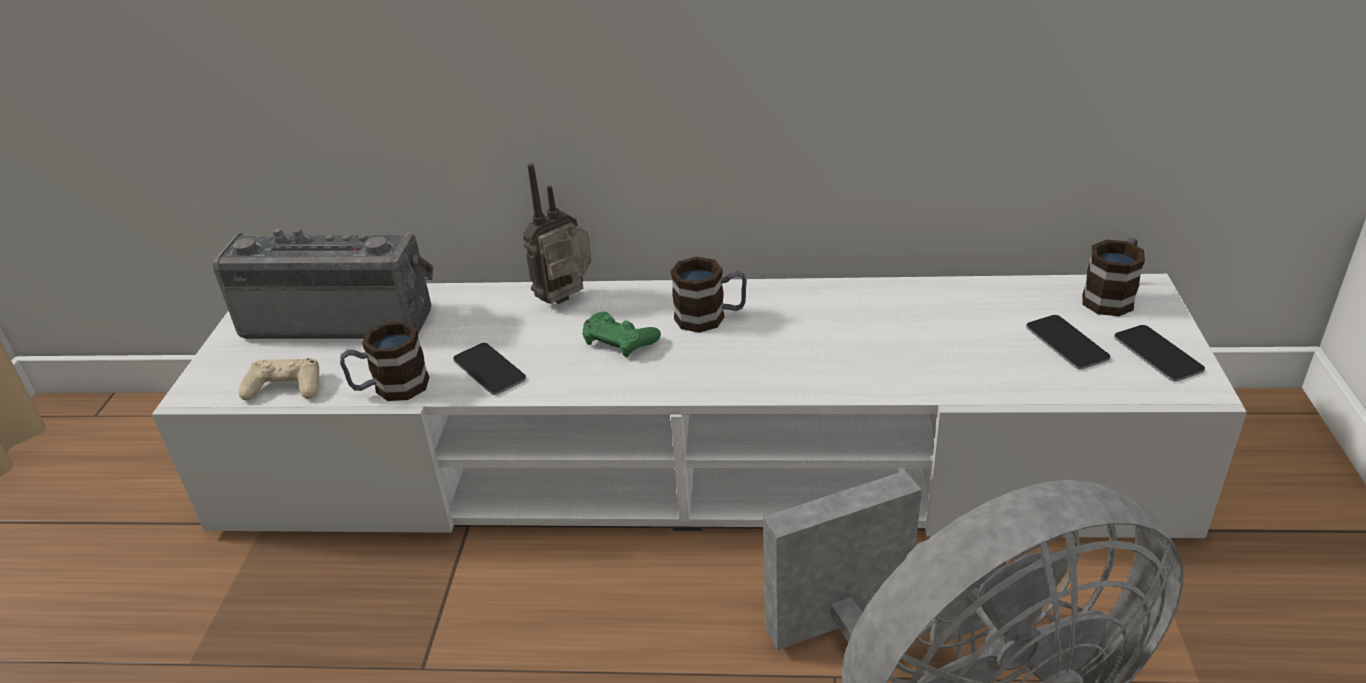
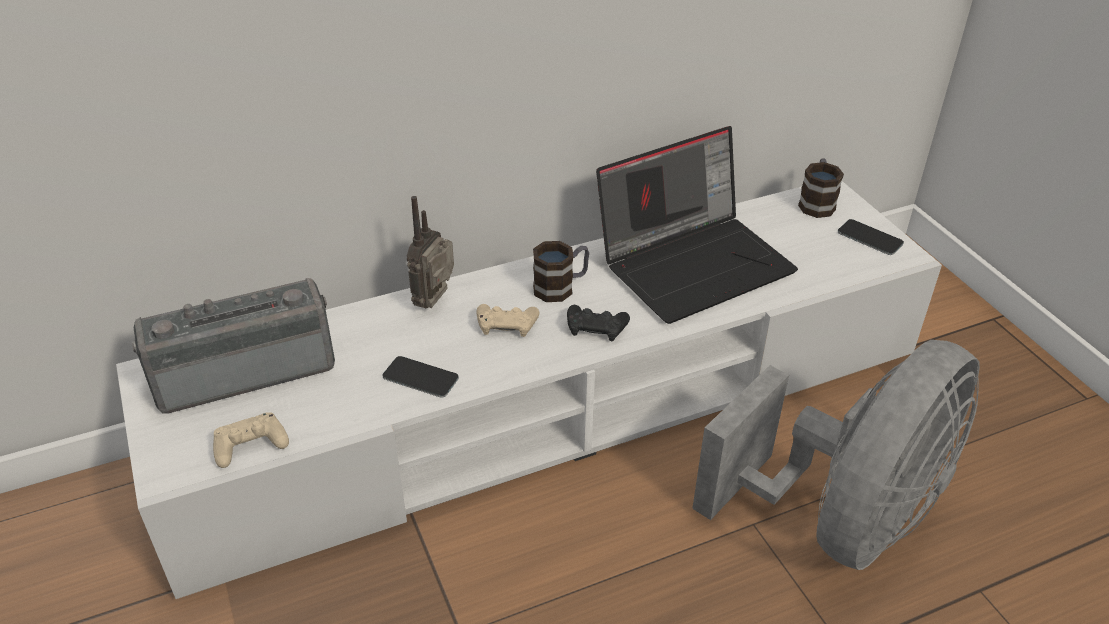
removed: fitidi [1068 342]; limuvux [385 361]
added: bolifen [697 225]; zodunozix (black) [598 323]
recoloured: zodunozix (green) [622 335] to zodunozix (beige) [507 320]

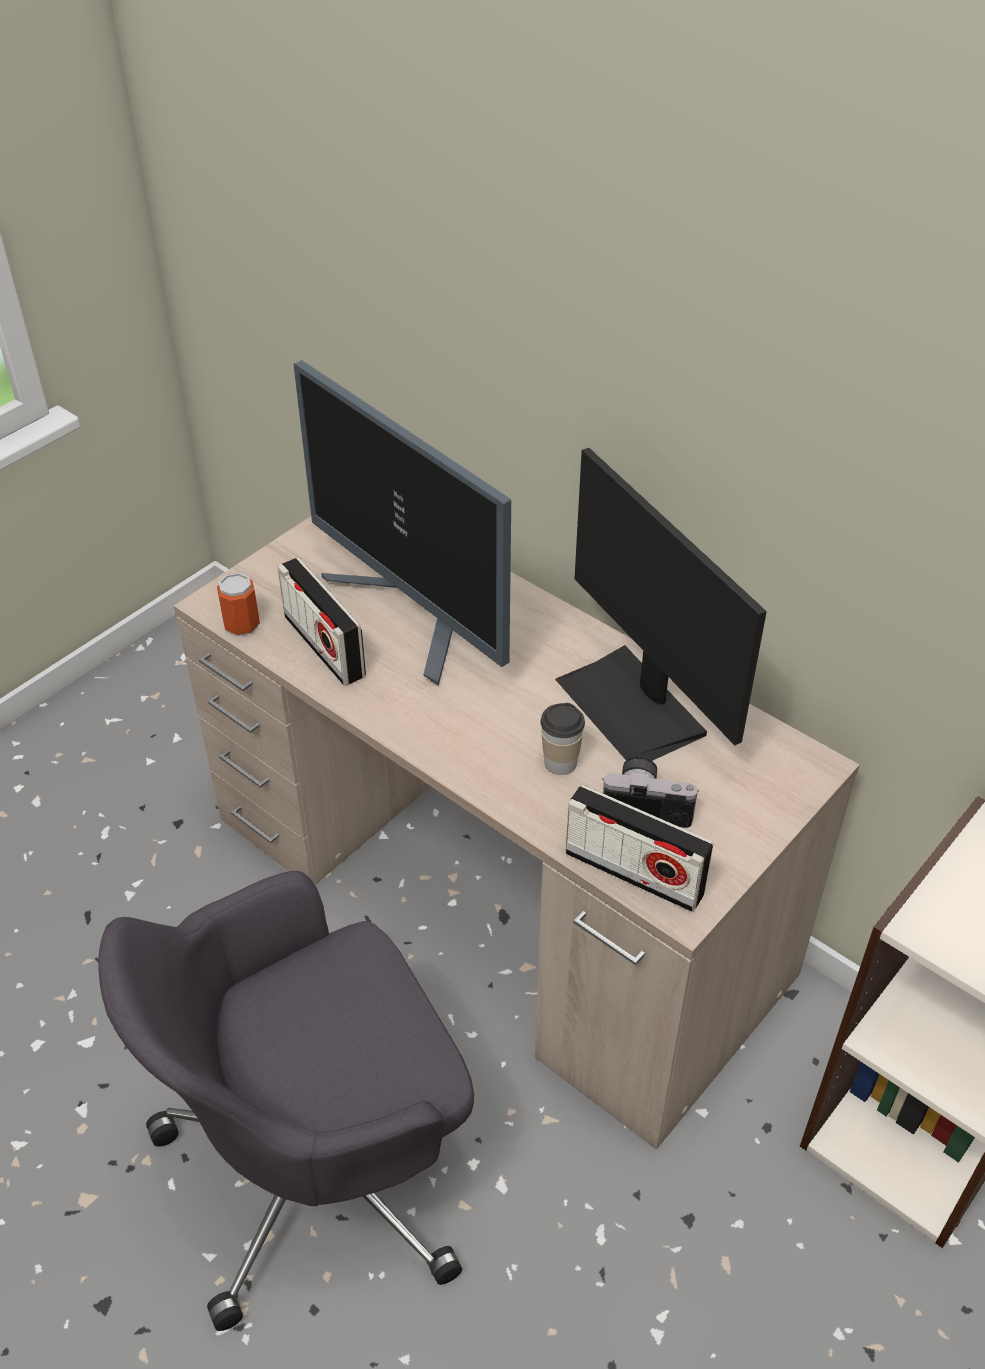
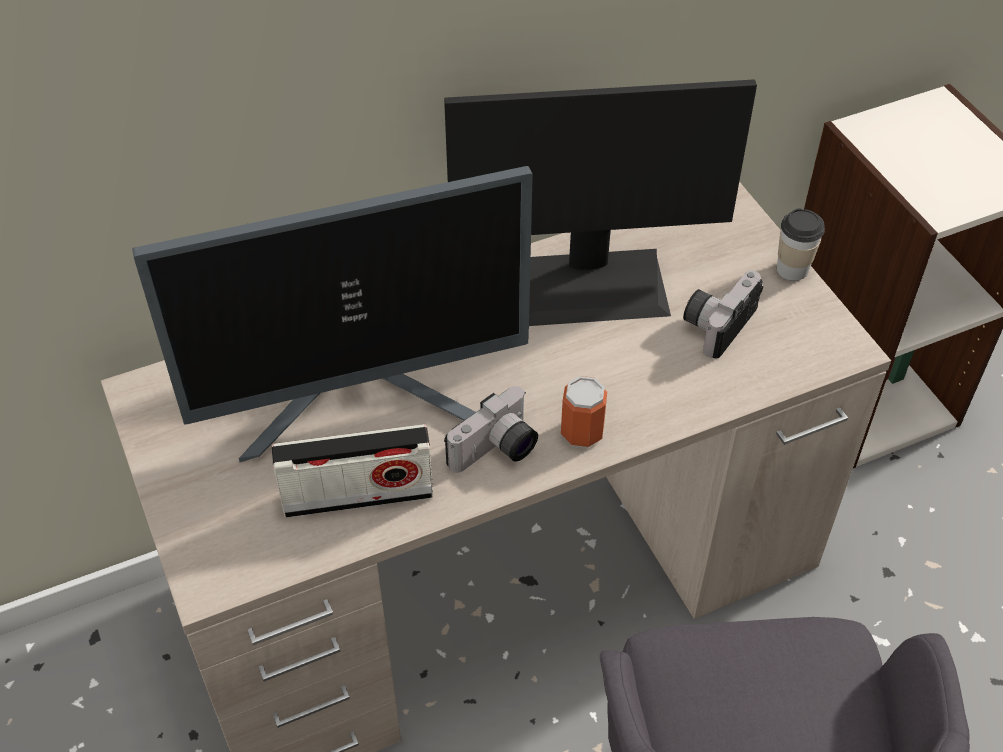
removed: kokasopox [639 848]
added: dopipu [491 429]
moved: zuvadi [238 604] to [584 412]; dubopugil [563 739] to [801 244]

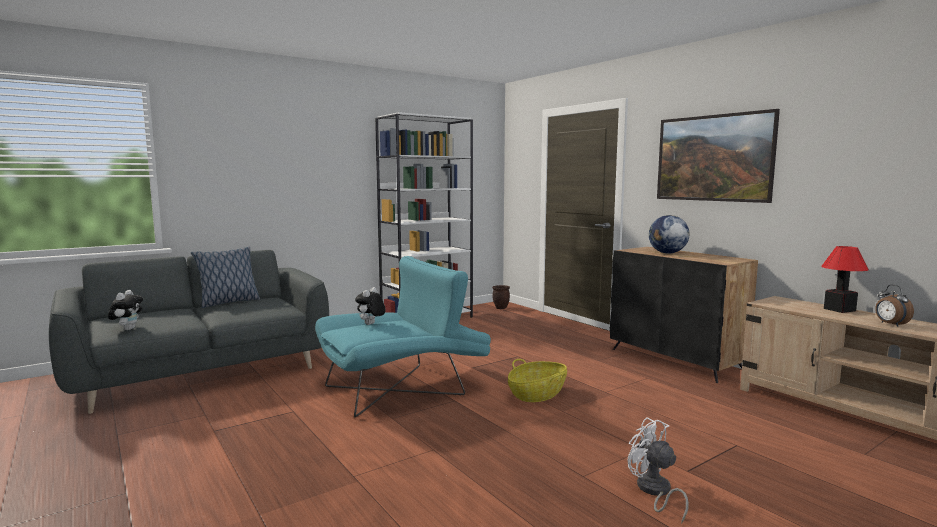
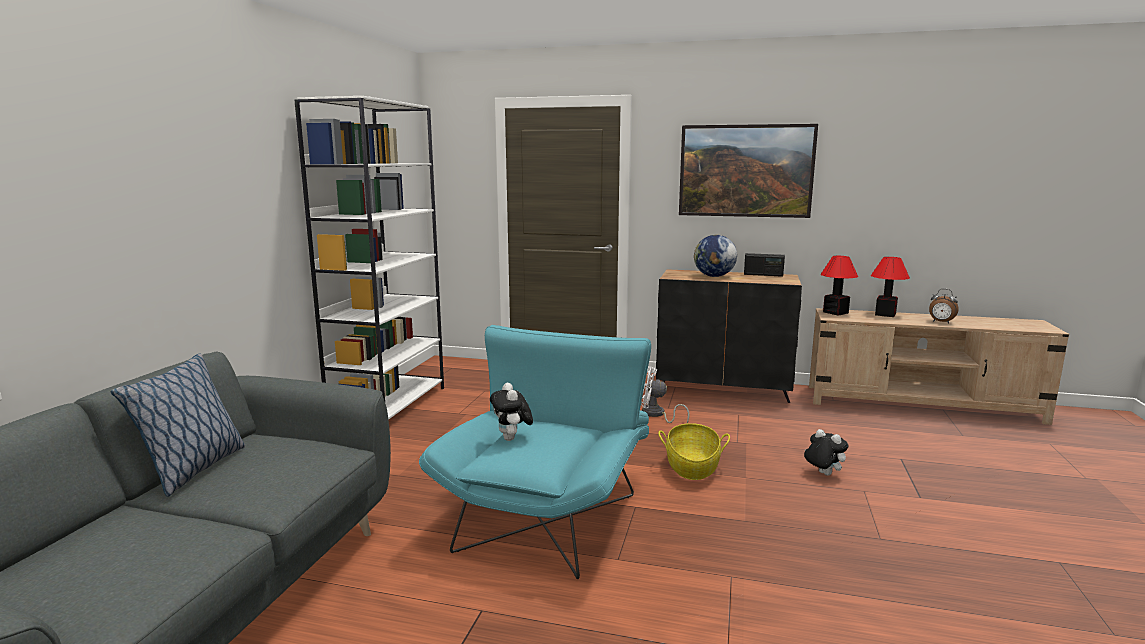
removed: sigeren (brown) [501 297]
added: kokasopox [764 265]; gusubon [839 286]
moved: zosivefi [125 310] to [826 452]; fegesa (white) [658 470] to [665 395]

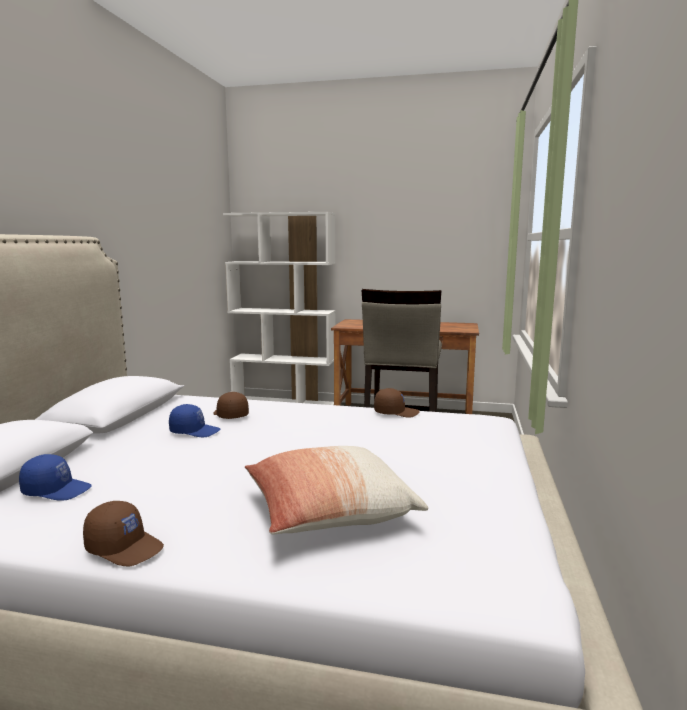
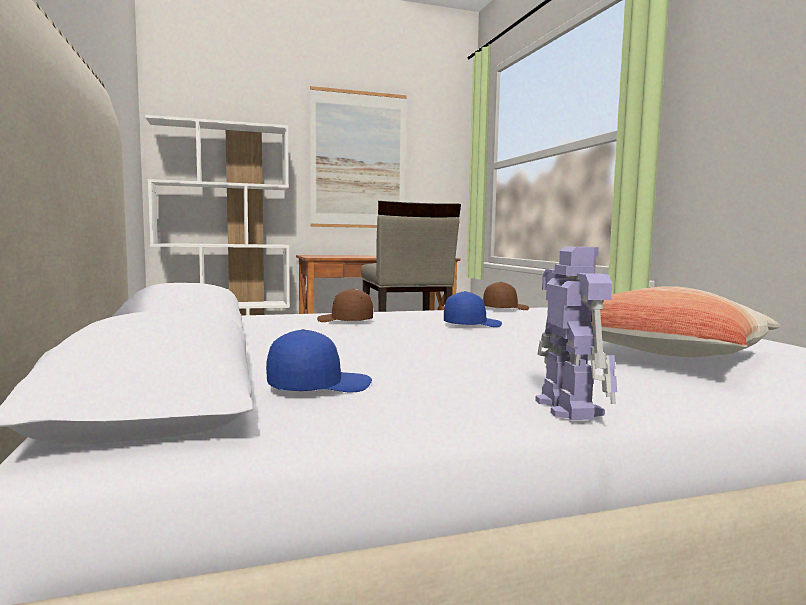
added: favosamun [358 157]
moved: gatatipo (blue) [194 420] to [473 309]
replaced: gatatipo (brown) [123 534] to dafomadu [576 333]

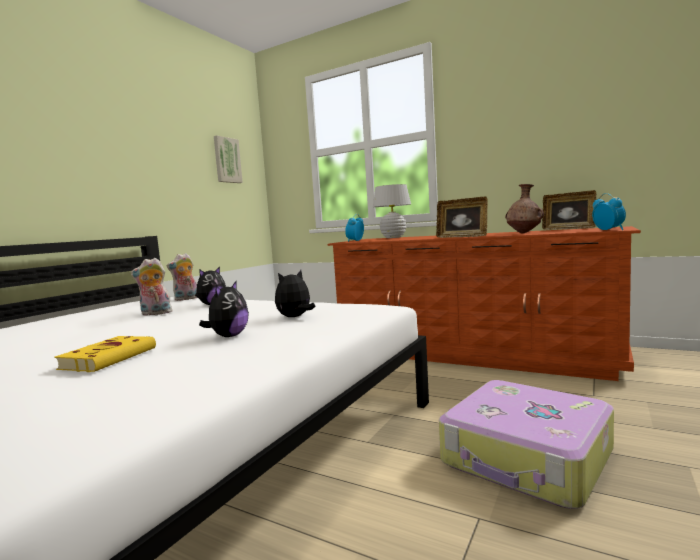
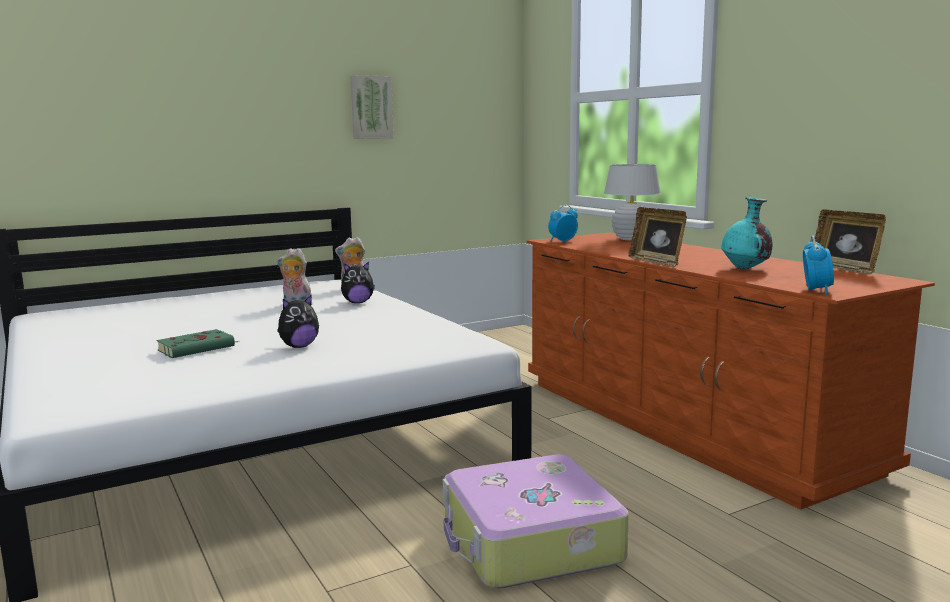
removed: zosivefi [295 293]
moved: favosamun [228 159] to [372 107]
recoloured: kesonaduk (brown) [524 208] to kesonaduk (turquoise) [747 233]; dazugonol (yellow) [105 354] to dazugonol (green) [197 343]

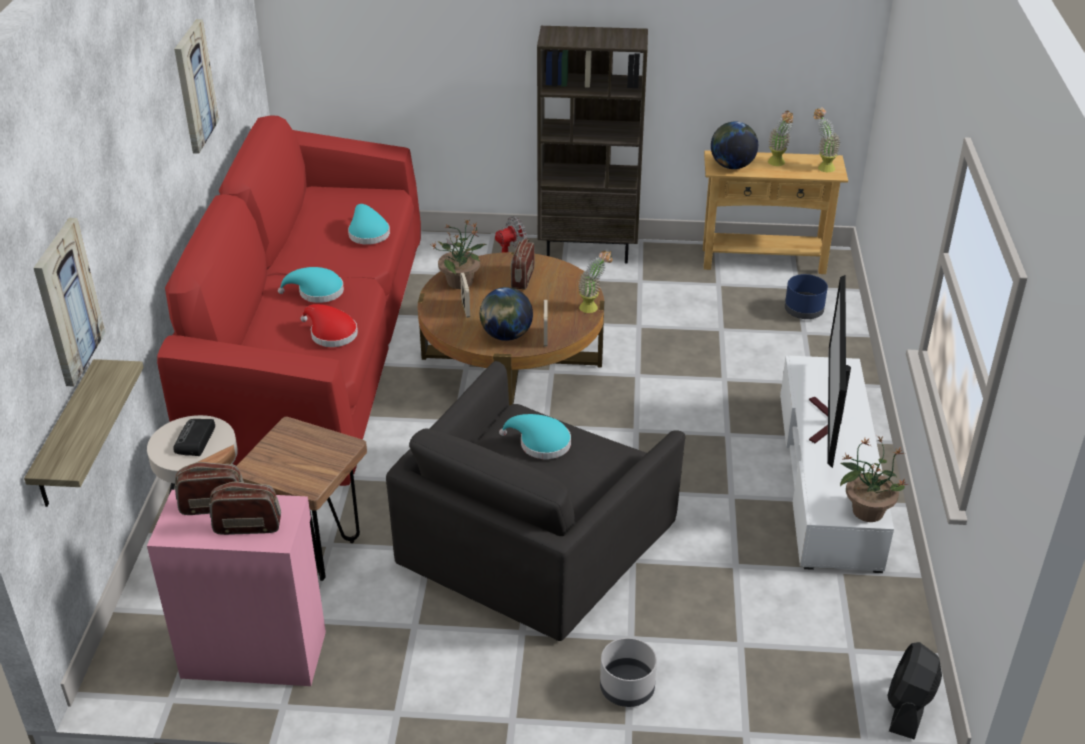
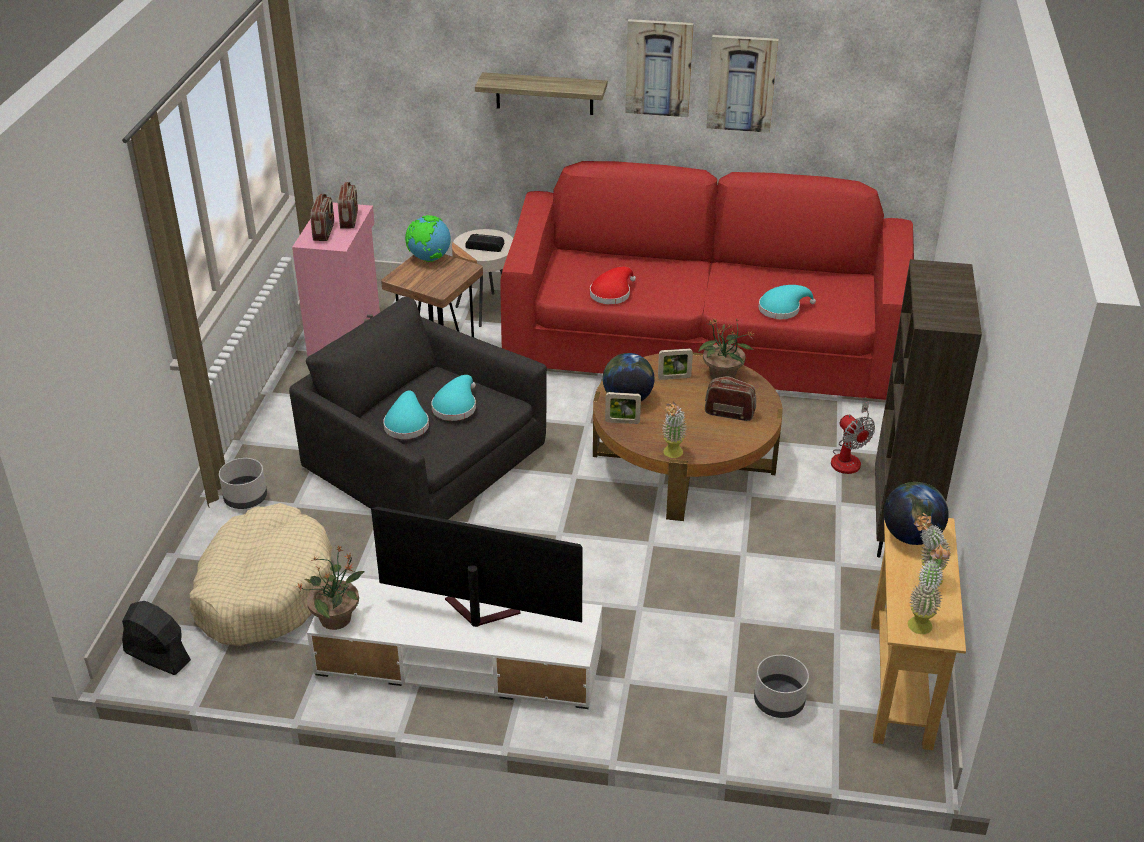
added: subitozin [428 238]; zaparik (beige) [261 574]
moved: favosamun [69 302] to [659 68]; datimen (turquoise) [311 285] to [406 415]; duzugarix [84 433] to [541 93]
recoloured: sigeren (blue) [806 296] to sigeren (grey) [781 686]

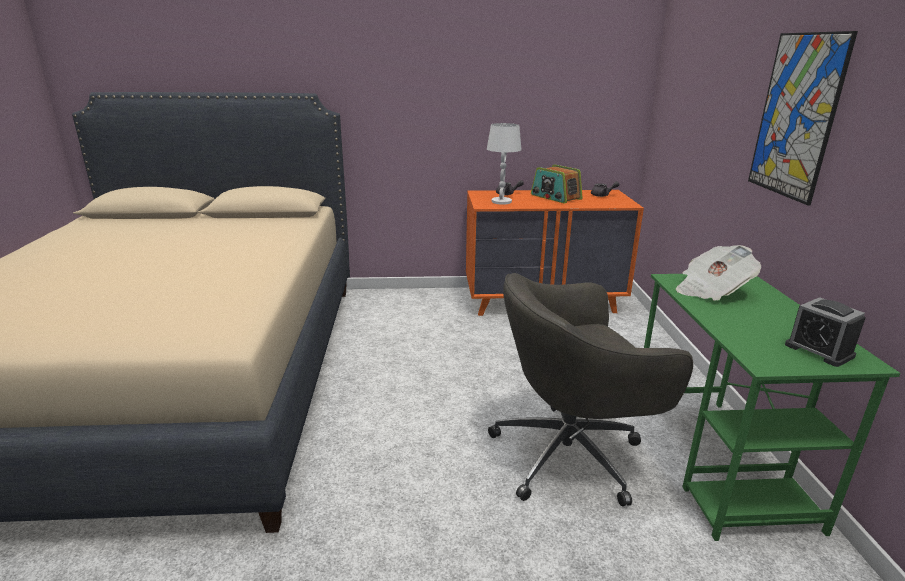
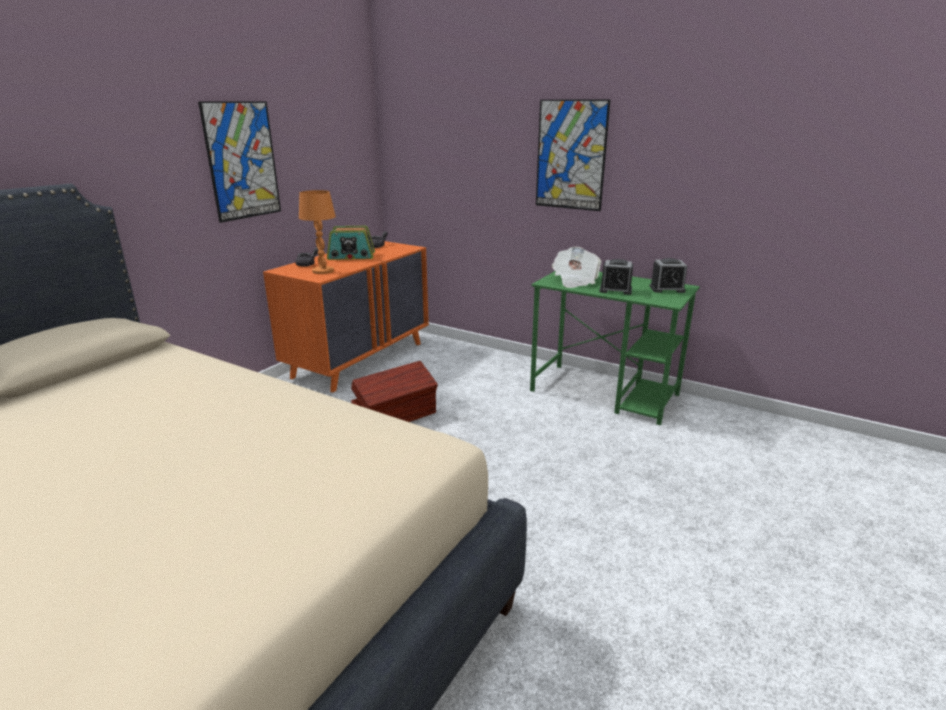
removed: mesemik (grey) [590 390]
added: favosamun [239 162]; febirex [616 277]; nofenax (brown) [394 391]
recoloured: gusubon (white) [504 164] to gusubon (orange) [317 232]

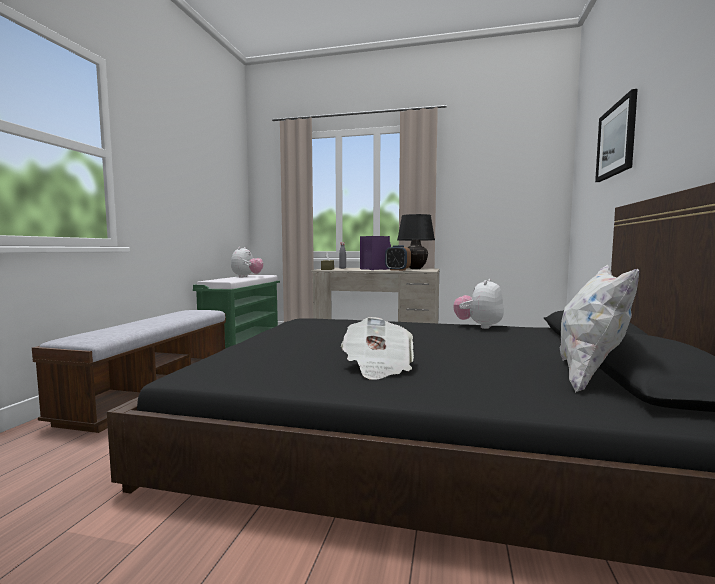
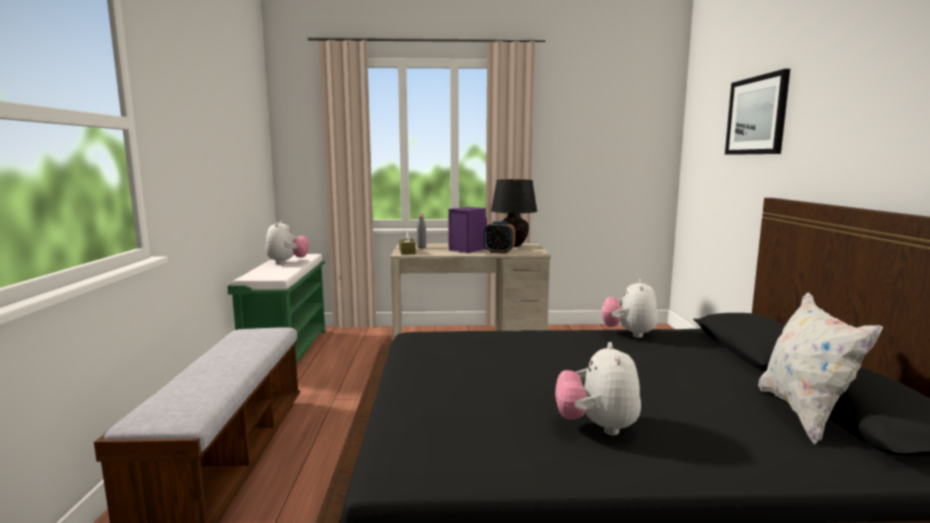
replaced: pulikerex [377 348] to zosivefi [598 388]

